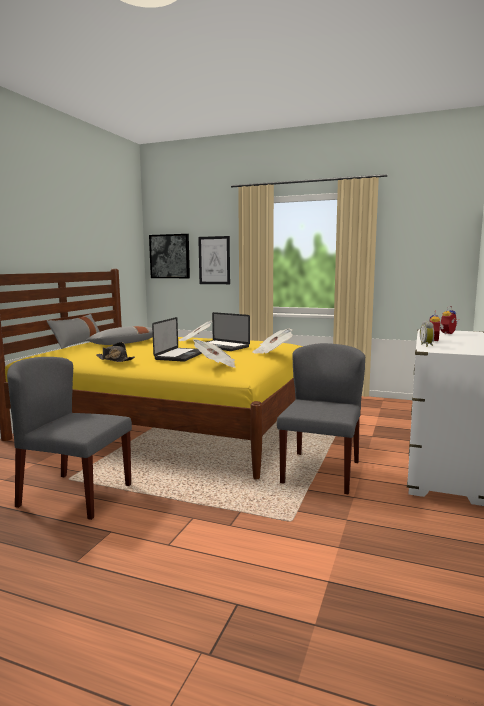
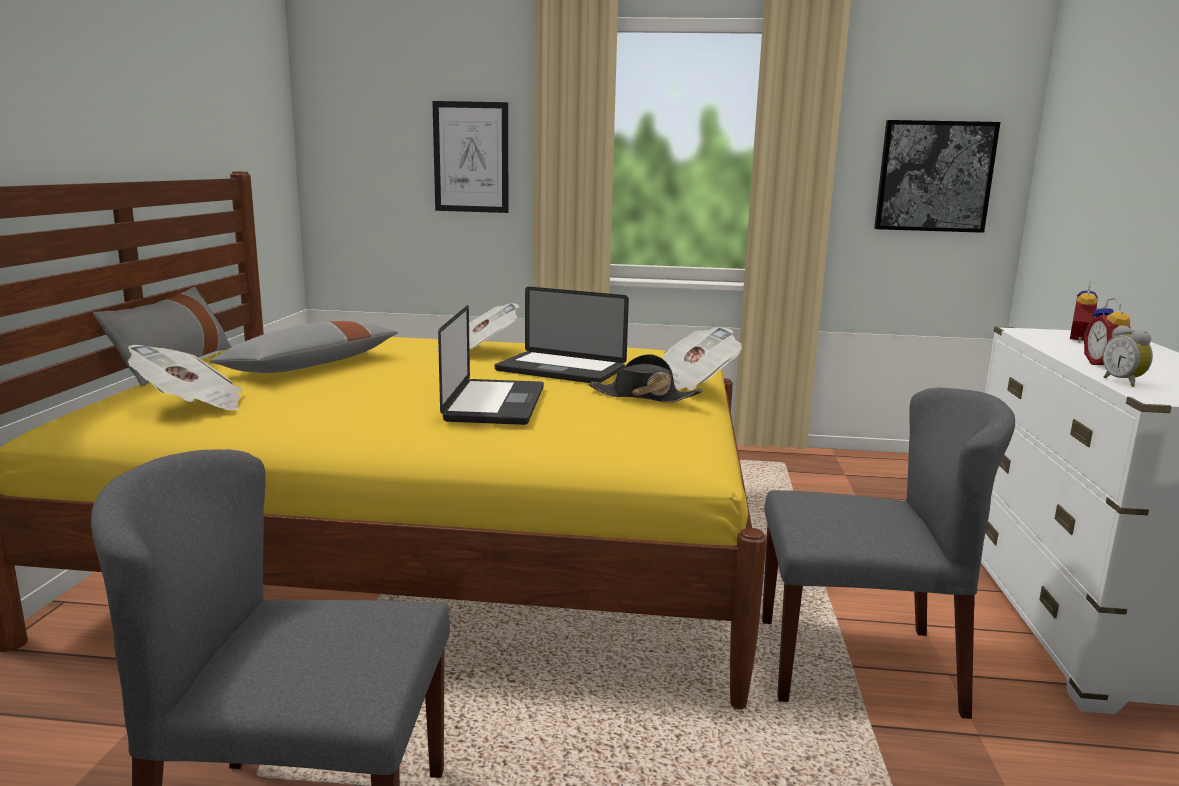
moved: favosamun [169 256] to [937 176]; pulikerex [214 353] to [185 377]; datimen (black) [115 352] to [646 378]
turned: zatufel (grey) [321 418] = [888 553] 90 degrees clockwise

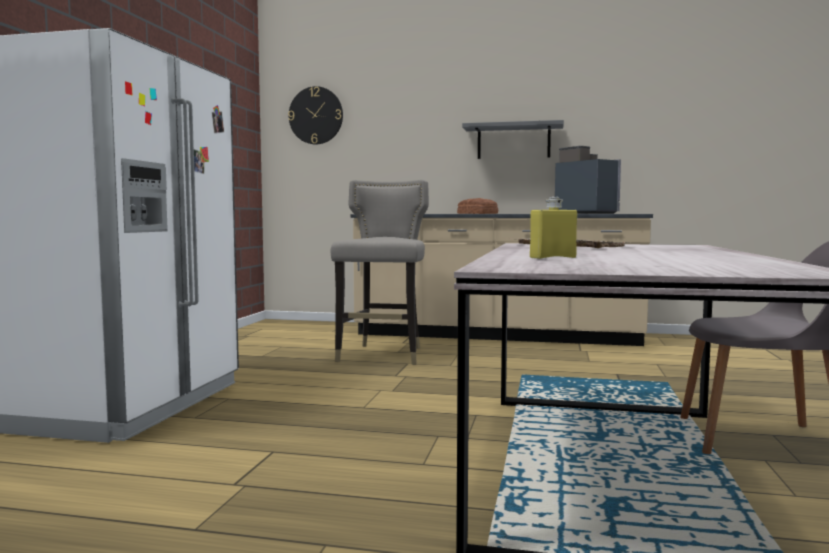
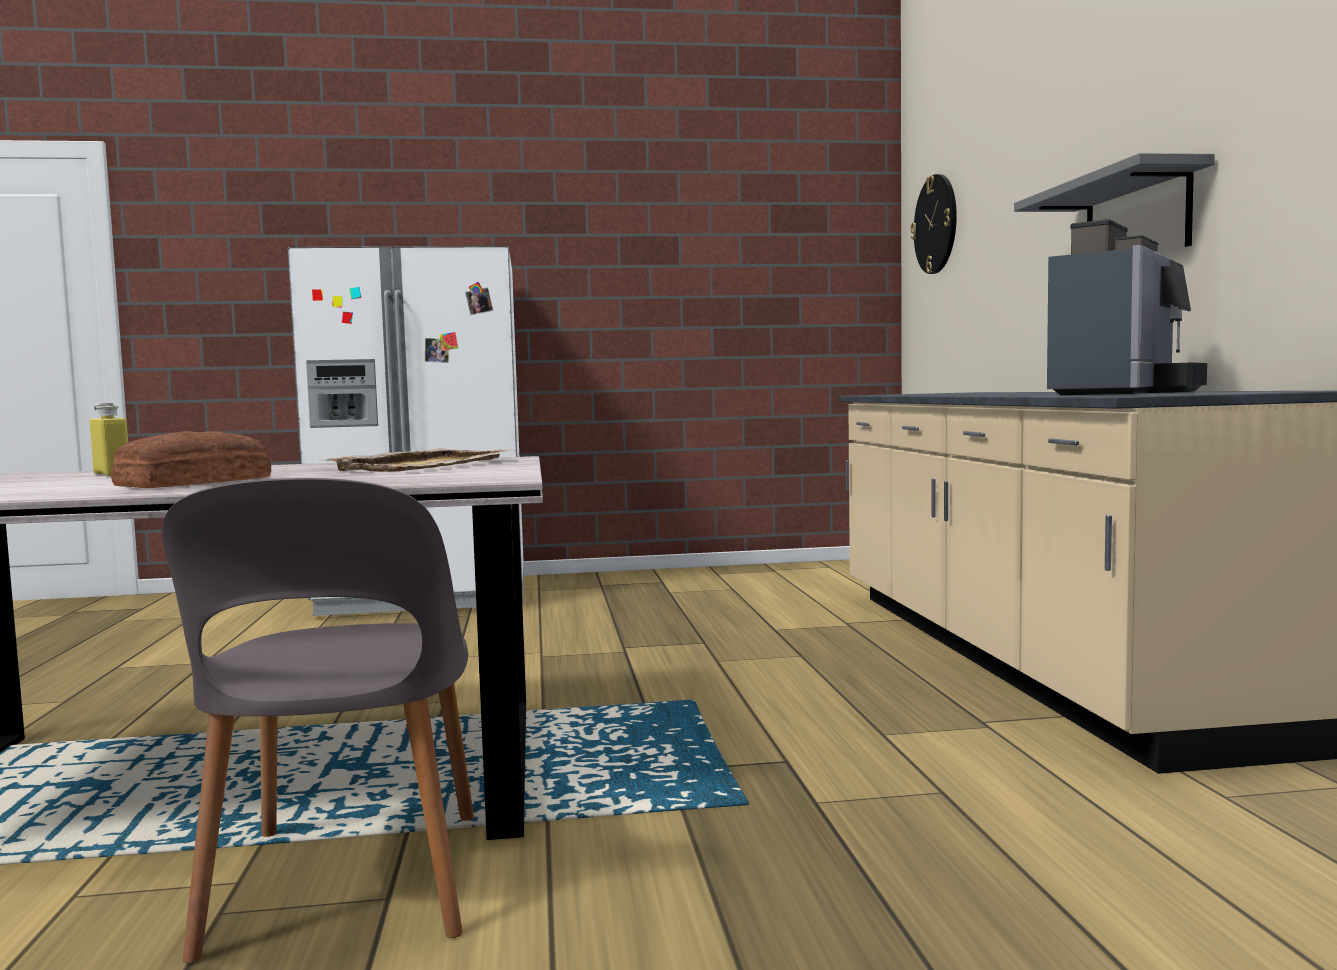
removed: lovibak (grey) [380 272]
moved: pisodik [477 206] to [191 459]

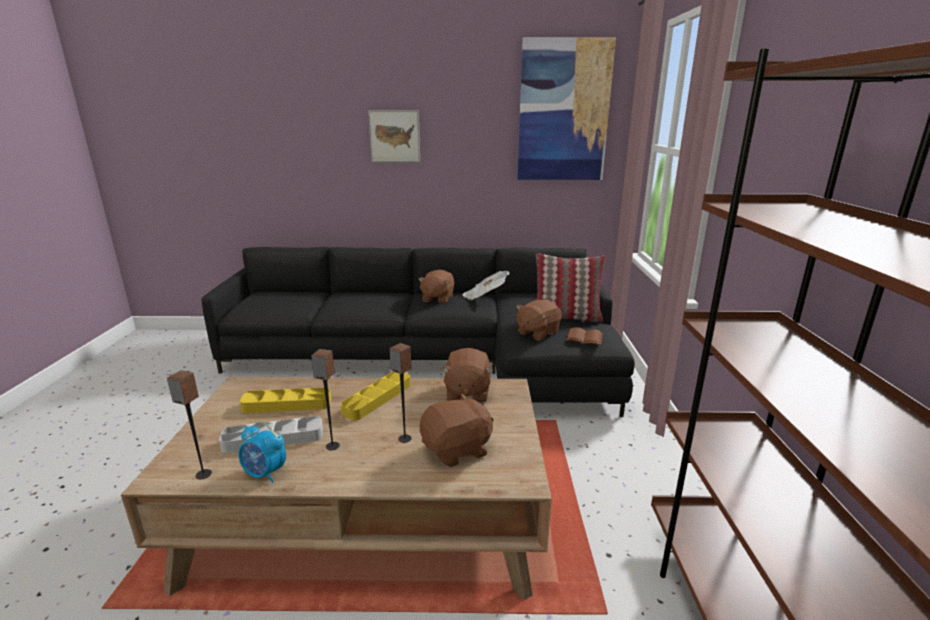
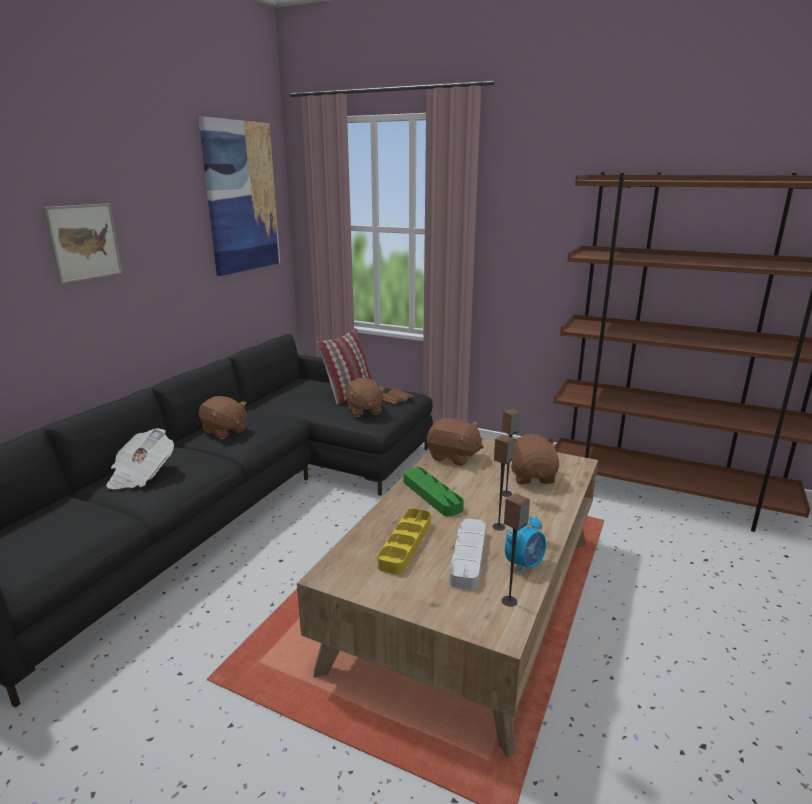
moved: pulikerex [486 285] to [140 458]
recoloured: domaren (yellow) [376 396] to domaren (green) [433 492]

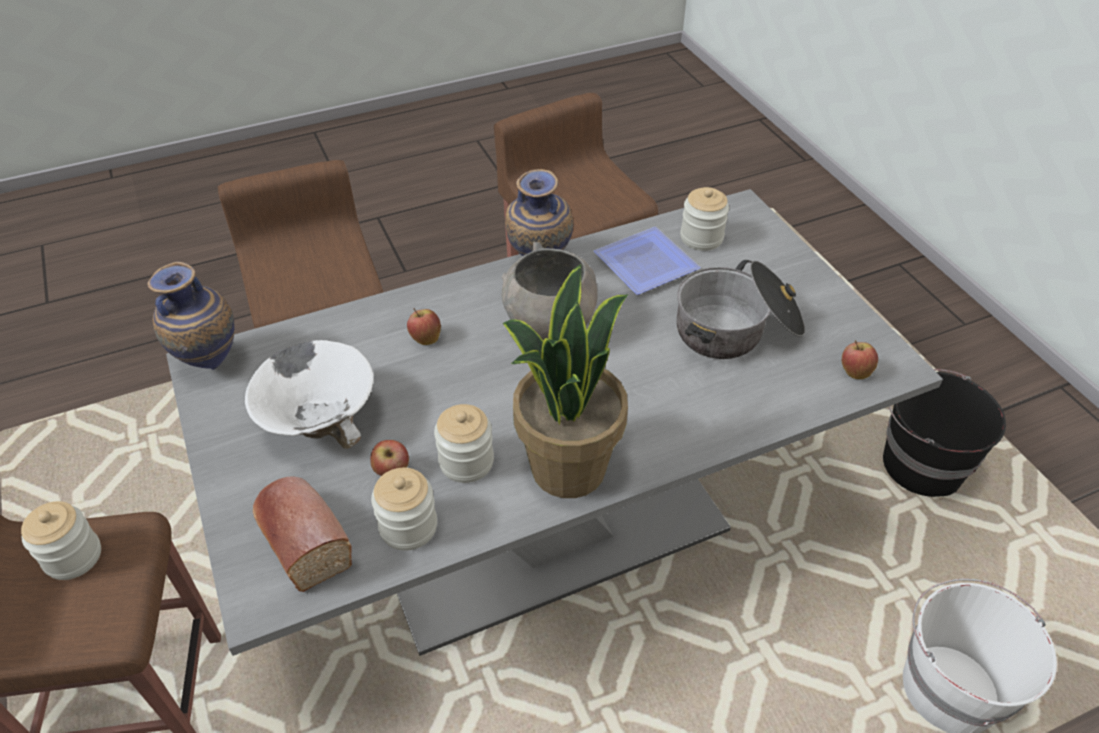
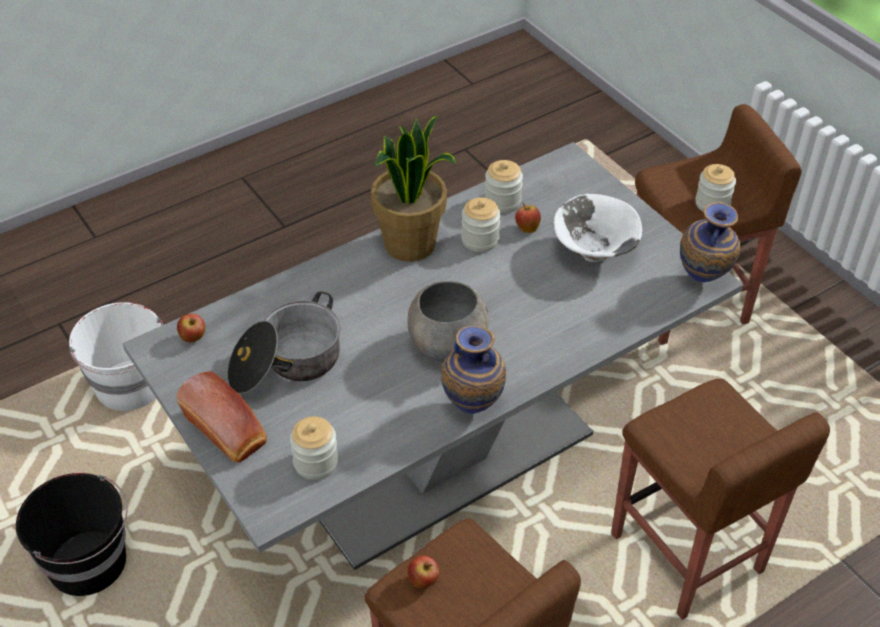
removed: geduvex [647 261]
moved: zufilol [424 326] to [423 572]; pisodik [302 534] to [222 417]

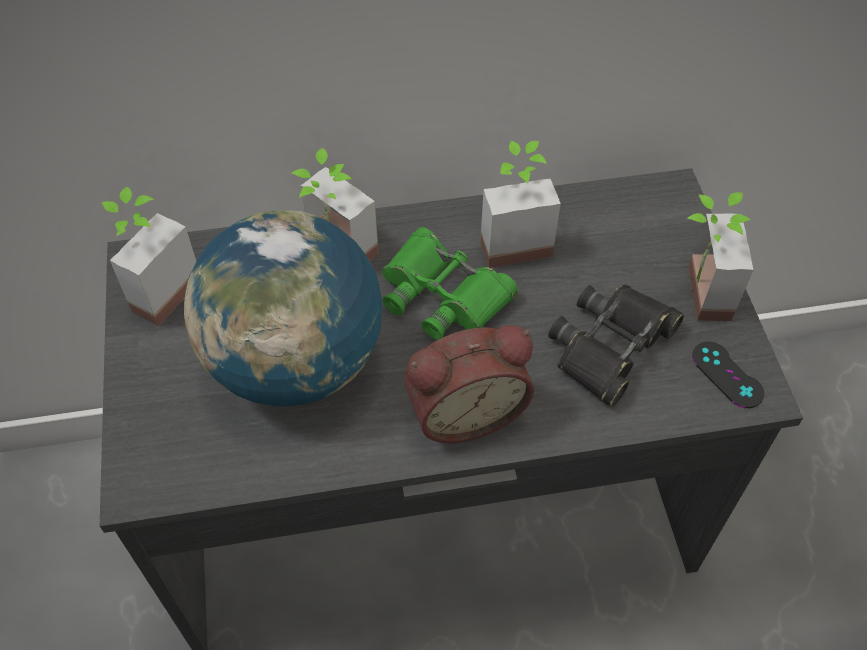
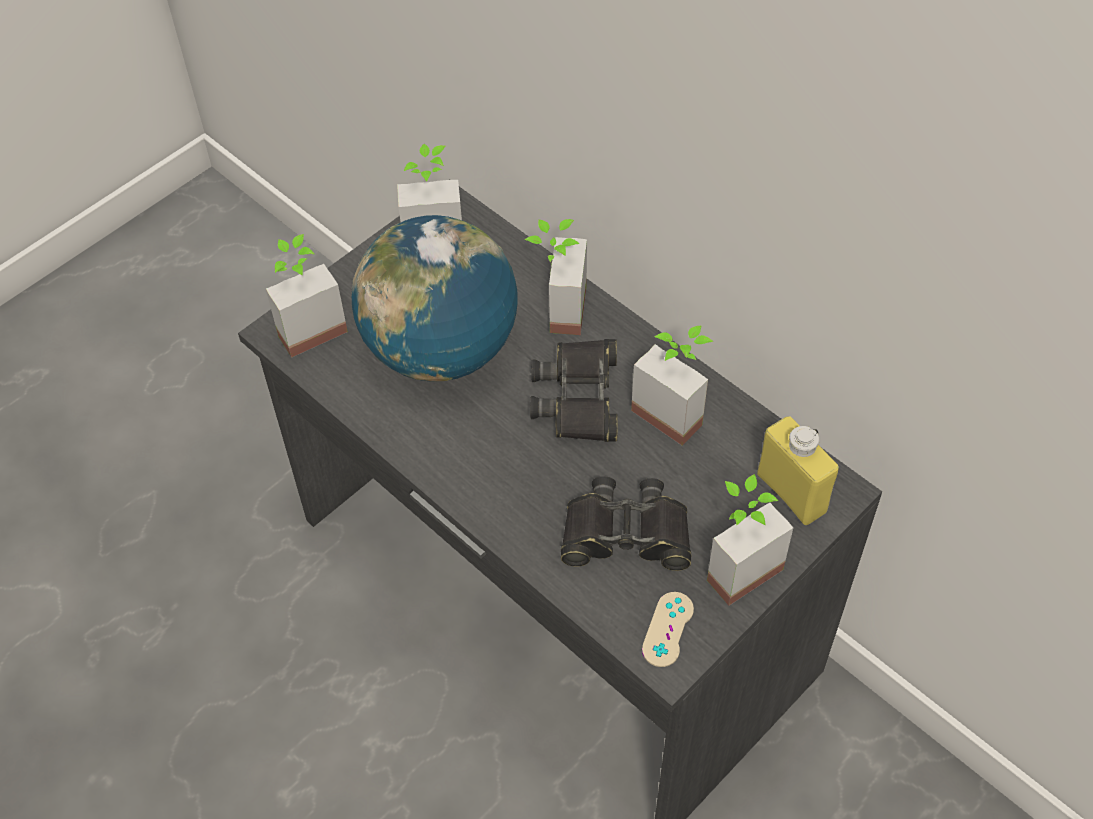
removed: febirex [469 384]
added: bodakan [307 296]; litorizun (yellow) [798 470]
recoloured: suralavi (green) [450 283] to suralavi (black) [574 390]; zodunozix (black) [728 375] to zodunozix (beige) [668 629]

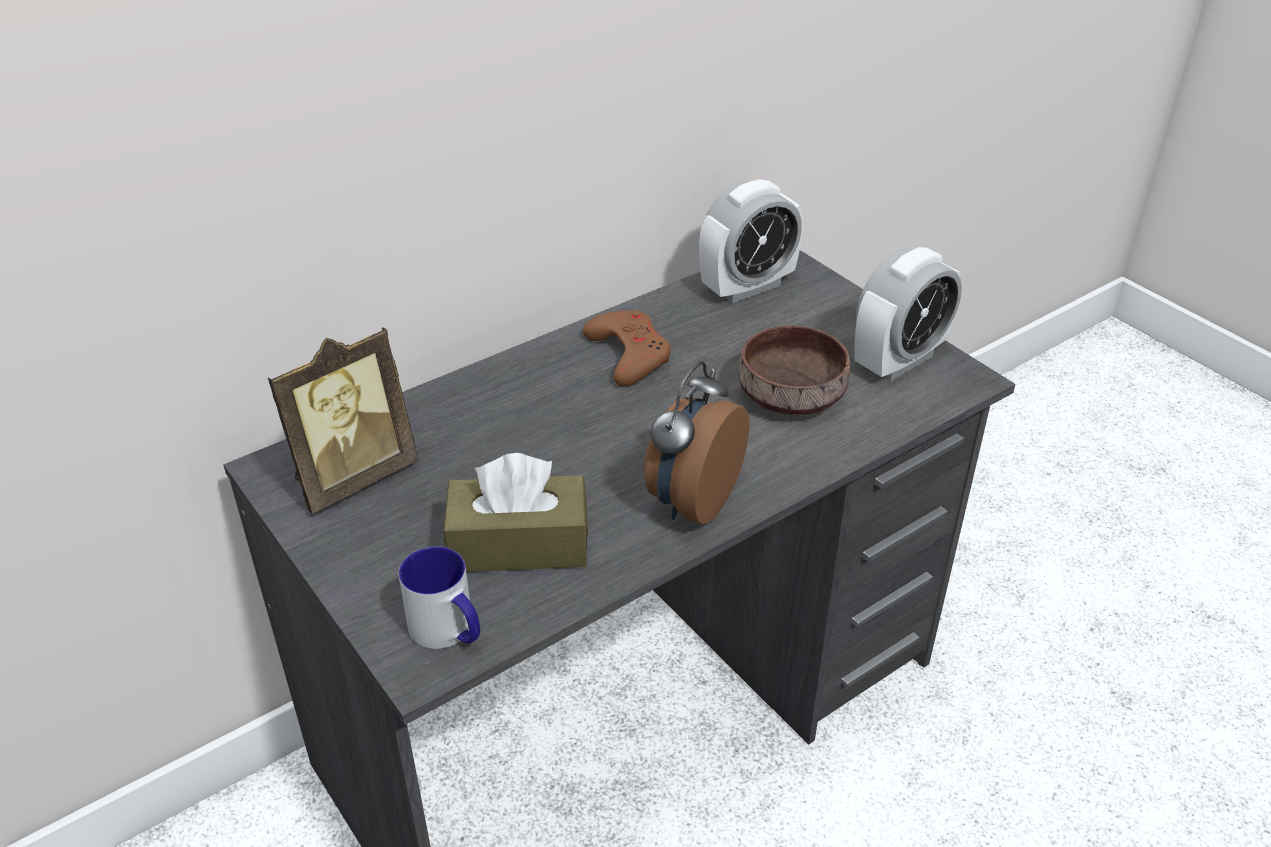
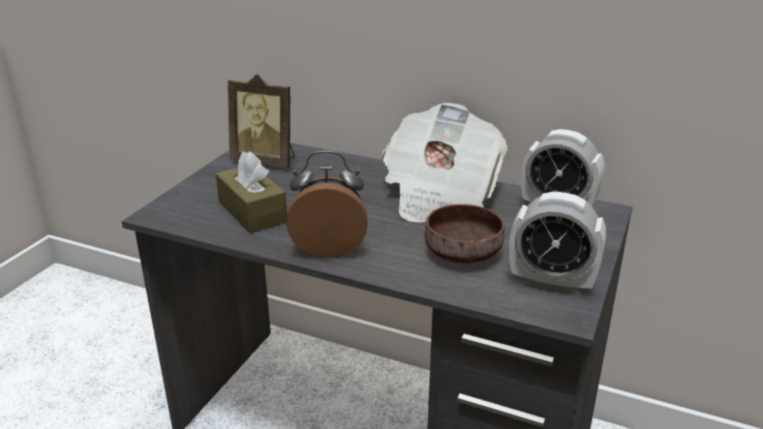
removed: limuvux [439 597]
replaced: zodunozix (brown) [627 348] to pulikerex [444 162]

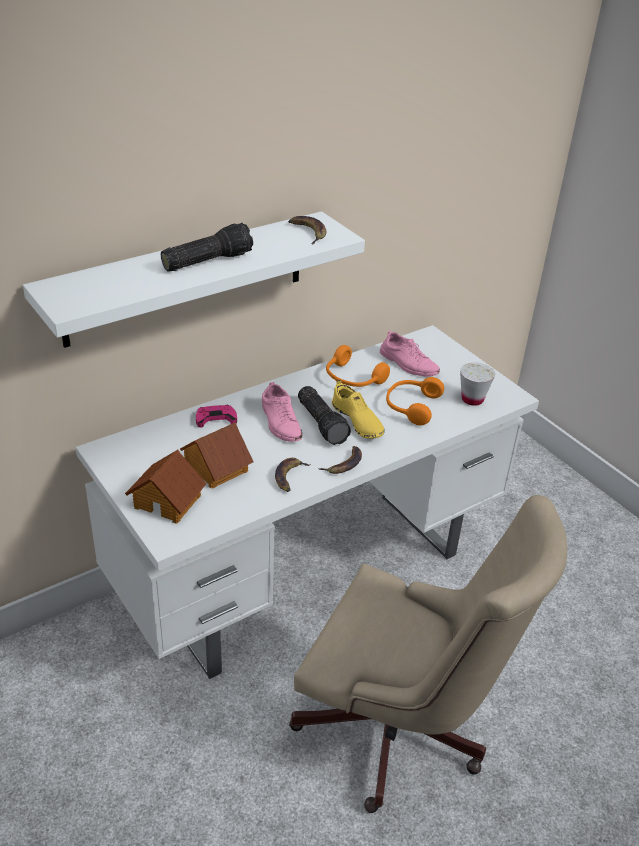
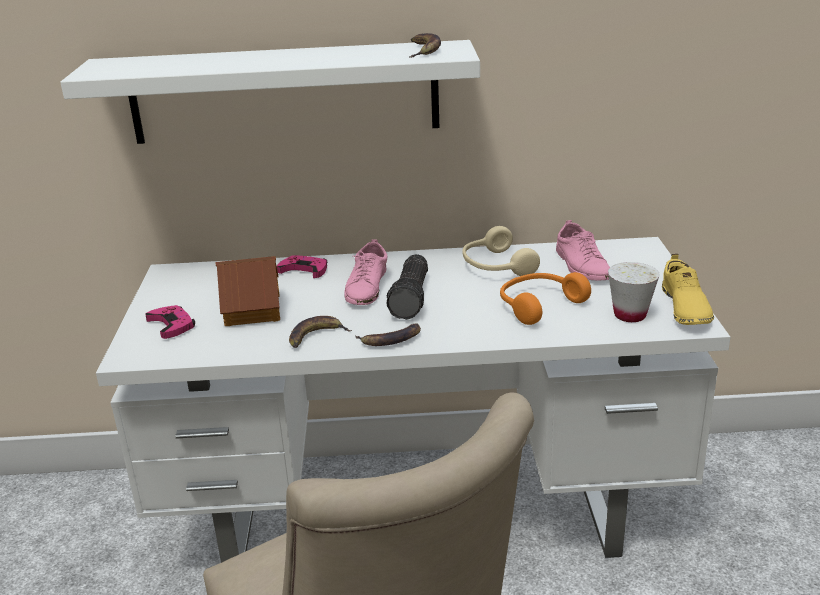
removed: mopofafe [207 247]
moved: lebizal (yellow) [358 409] to [688 289]
replaced: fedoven [165 486] to zodunozix (pink) [170 322]
recoloured: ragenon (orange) [358 366] to ragenon (beige) [501 251]

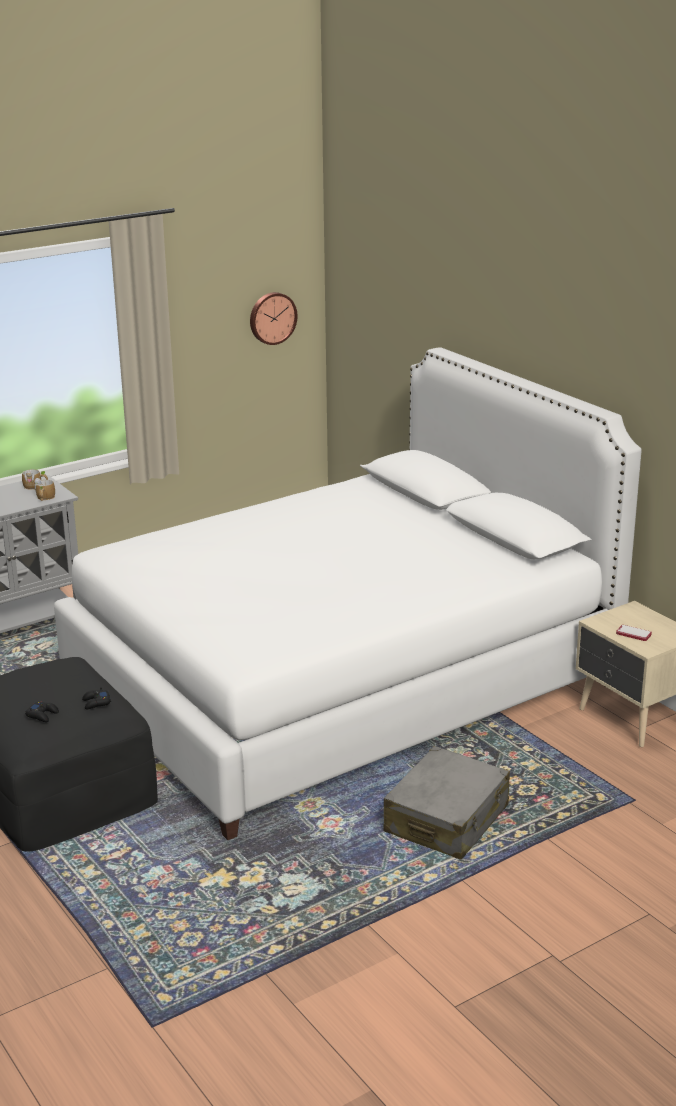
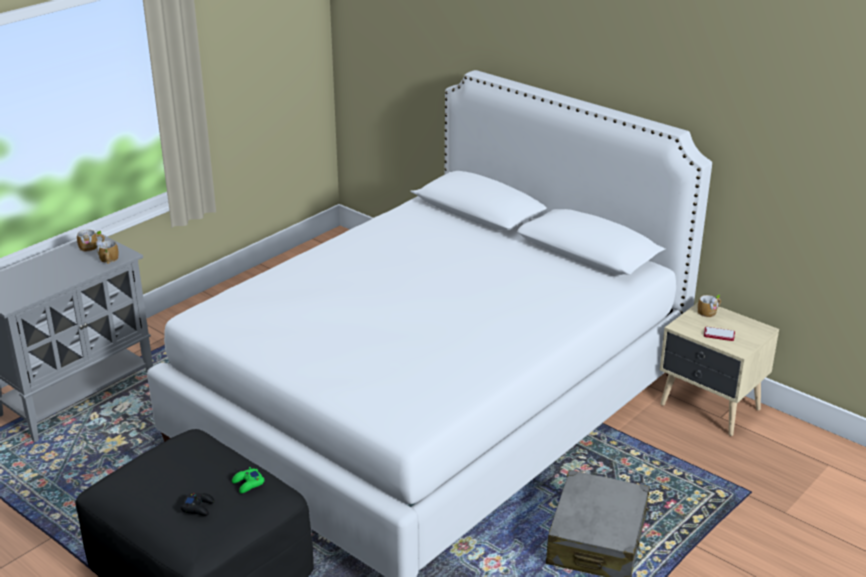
removed: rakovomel [273 318]
added: limuvux [709 305]
recoloured: zodunozix (black) [96 698] to zodunozix (green) [248 480]

